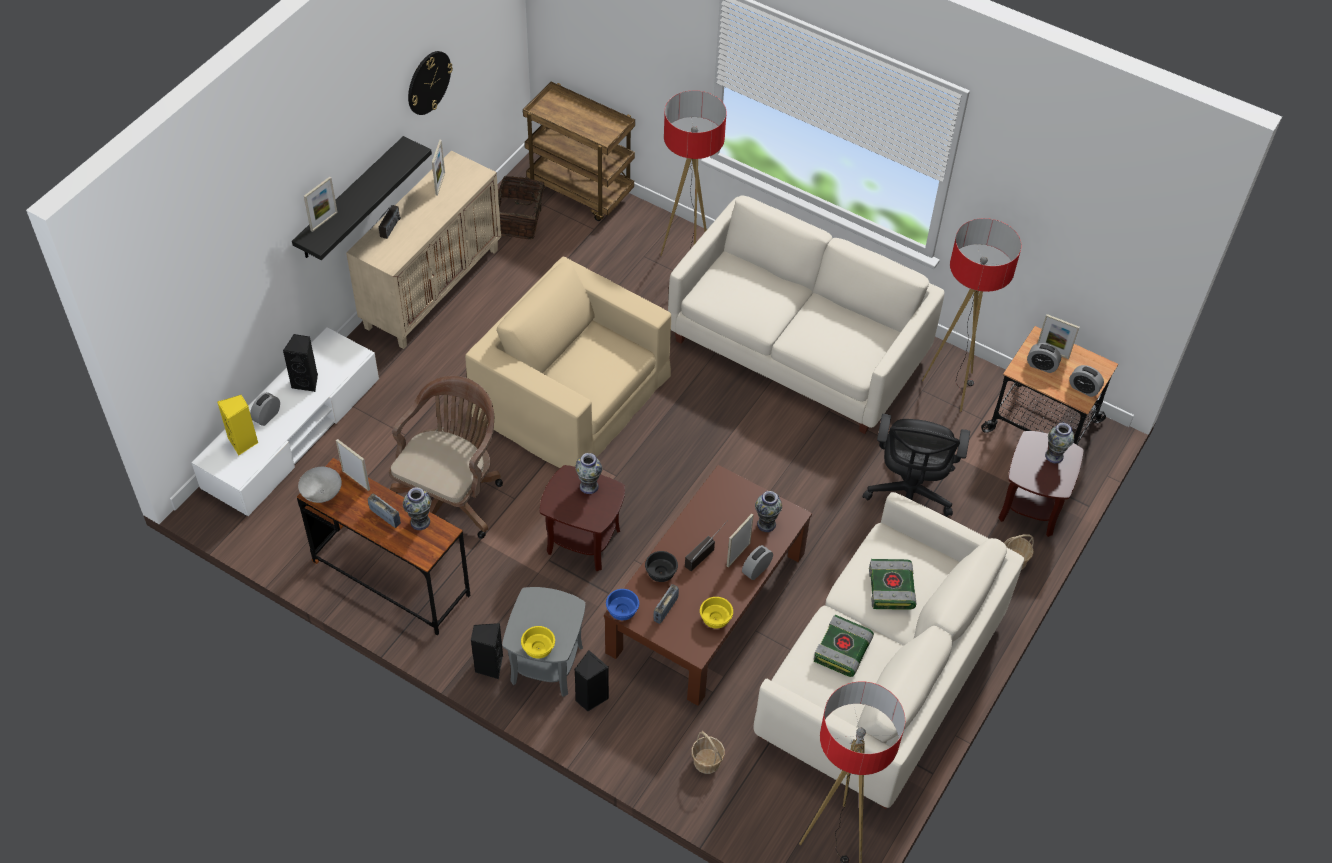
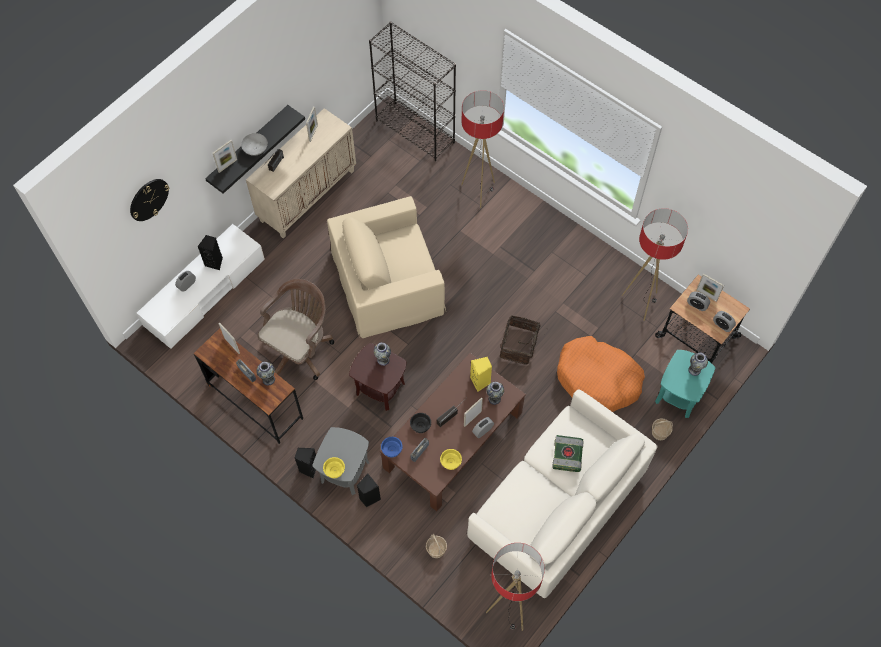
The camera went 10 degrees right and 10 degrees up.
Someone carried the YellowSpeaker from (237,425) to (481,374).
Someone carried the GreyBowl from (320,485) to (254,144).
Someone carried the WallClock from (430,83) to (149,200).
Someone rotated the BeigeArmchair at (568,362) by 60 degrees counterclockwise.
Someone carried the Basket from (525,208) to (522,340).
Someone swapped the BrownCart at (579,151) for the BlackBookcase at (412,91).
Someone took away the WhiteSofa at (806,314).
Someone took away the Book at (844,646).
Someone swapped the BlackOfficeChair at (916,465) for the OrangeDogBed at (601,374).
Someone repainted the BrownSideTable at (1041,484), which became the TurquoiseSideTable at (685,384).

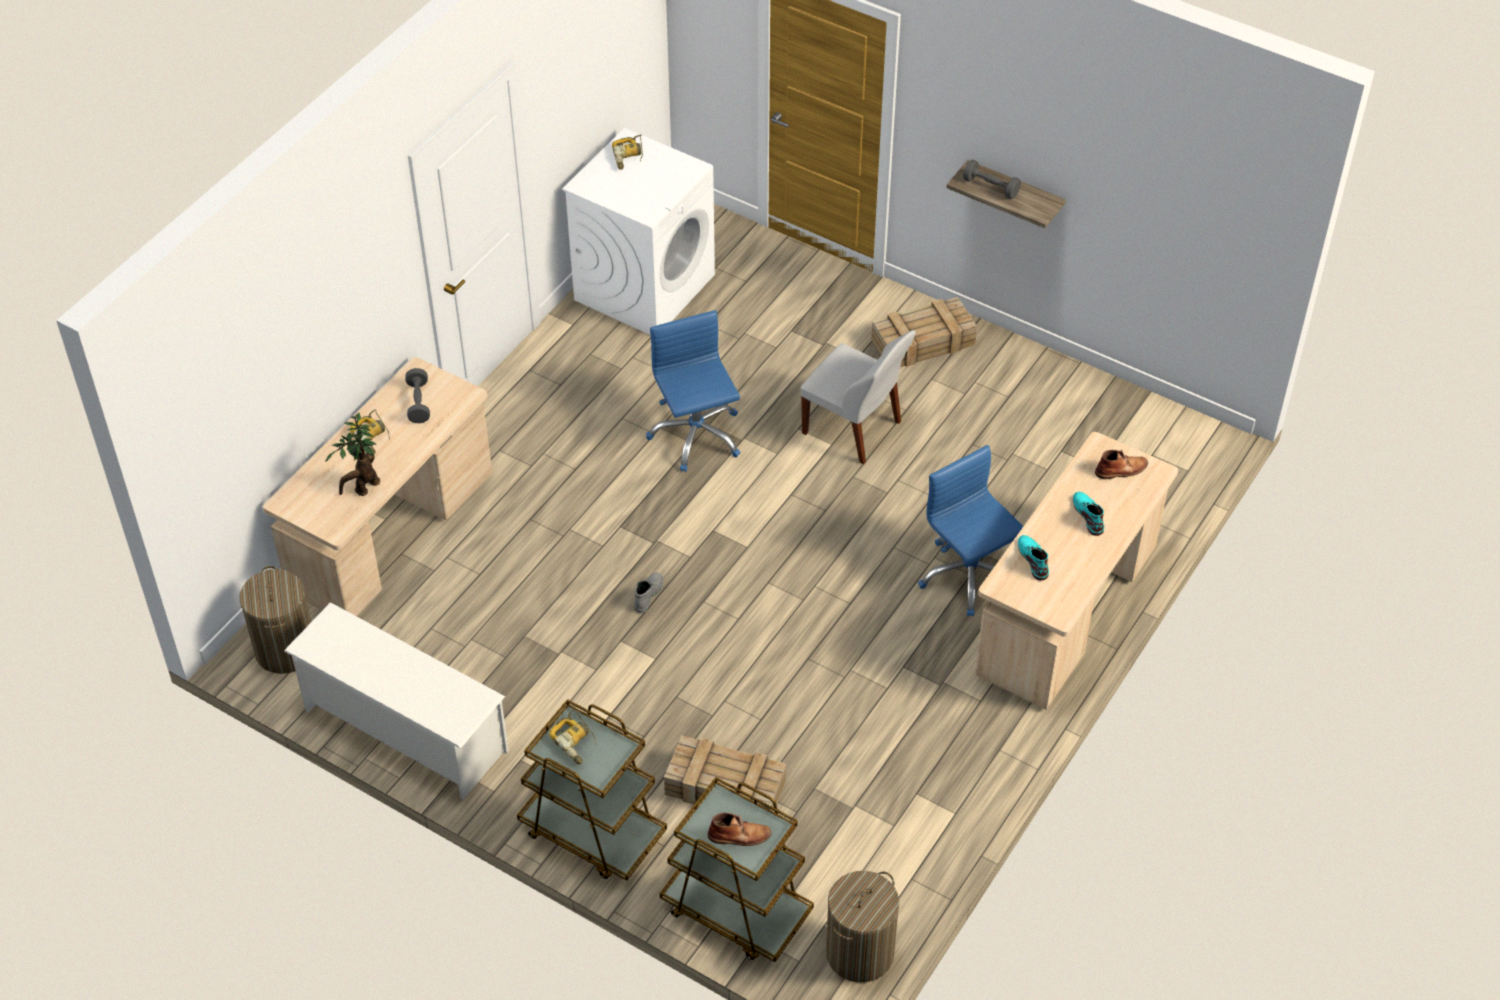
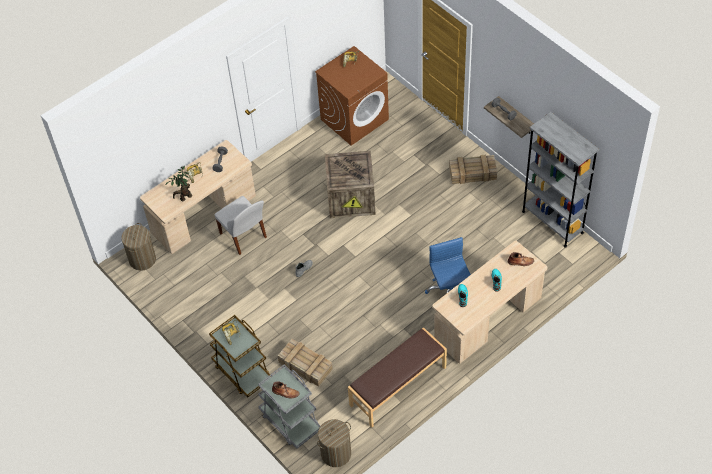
The camera went 20 degrees right and 5 degrees up.
Someone took away the WhiteShoeRack at (396,701).
Someone repainted the WhiteWashingMachine at (638,231), which became the BrownWashingMachine at (352,96).
Someone swapped the BlueOfficeChair at (693,391) for the Crate at (350,184).
Someone repainted the BrownCart at (737,869), which became the GreyCart at (289,406).
Someone carried the WhiteChair from (858,397) to (240,225).
Someone put down the BrownBench at (397,377).
Someone put down the GreyBookcase at (560,180).

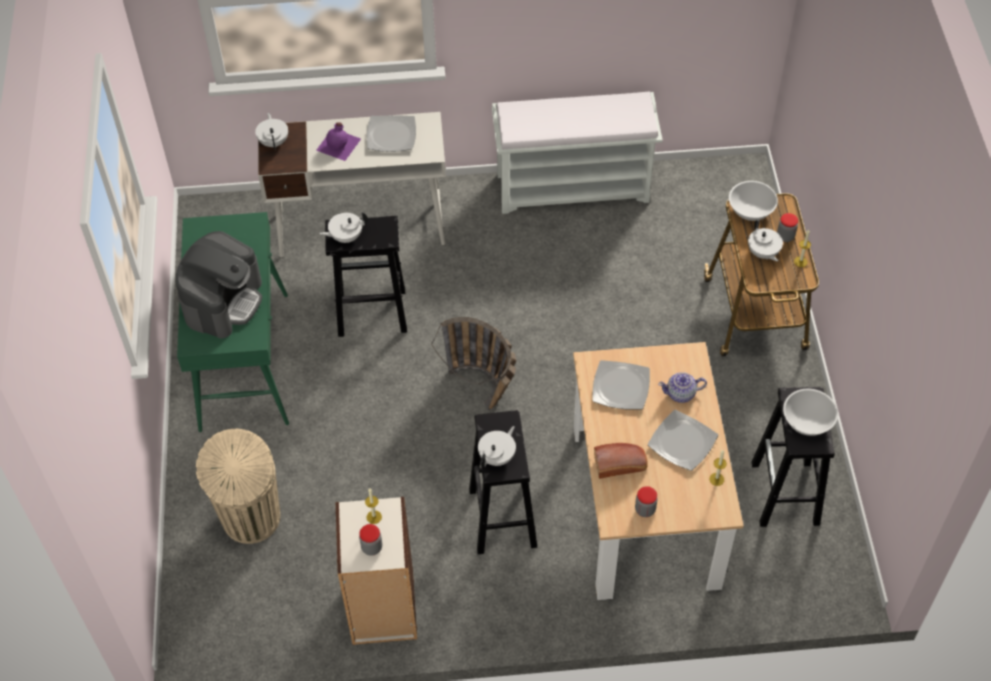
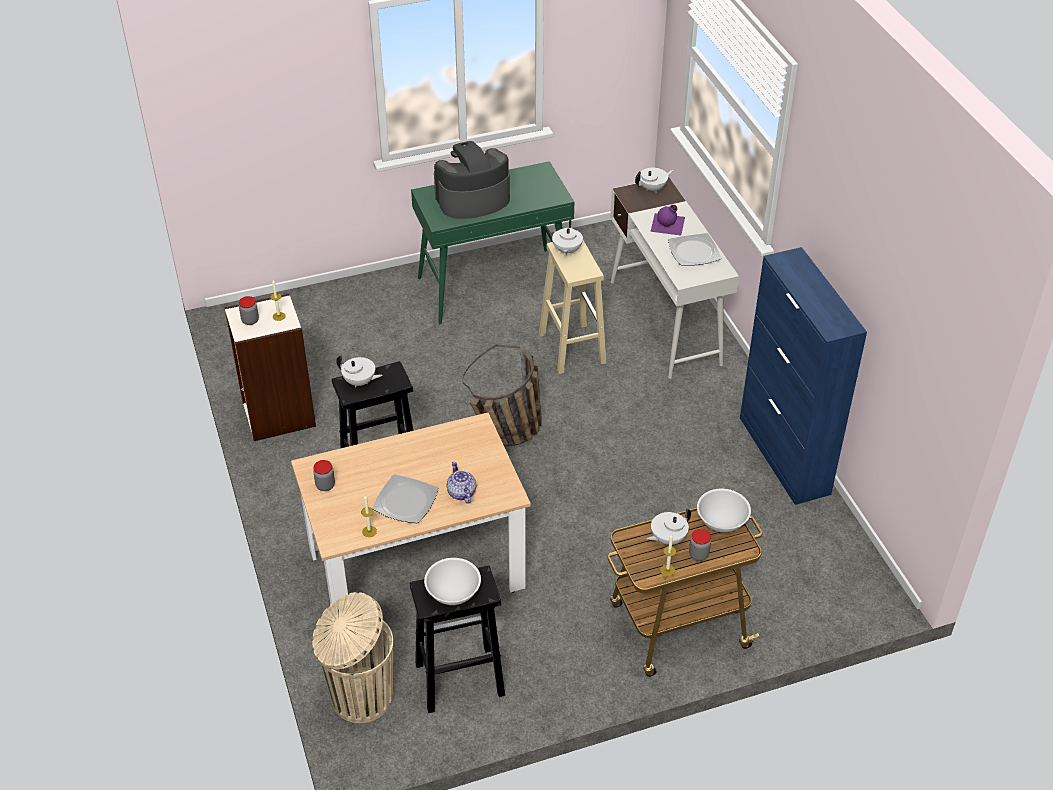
The camera went 75 degrees right and 10 degrees down.
Someone rotated the CoffeeMachine at (219,285) by 150 degrees clockwise.
Someone carried the BeigeTrashCan from (238,486) to (352,657).
Someone rotated the WhiteTeapot at (343,227) by 135 degrees counterclockwise.
Someone repainted the BlackStool at (366,276), which became the BeigeStool at (572,307).
Someone swapped the WhiteBench at (577,153) for the BlueCabinet at (803,376).
Someone took away the Plate at (621,385).
Someone took away the Bread at (621,461).

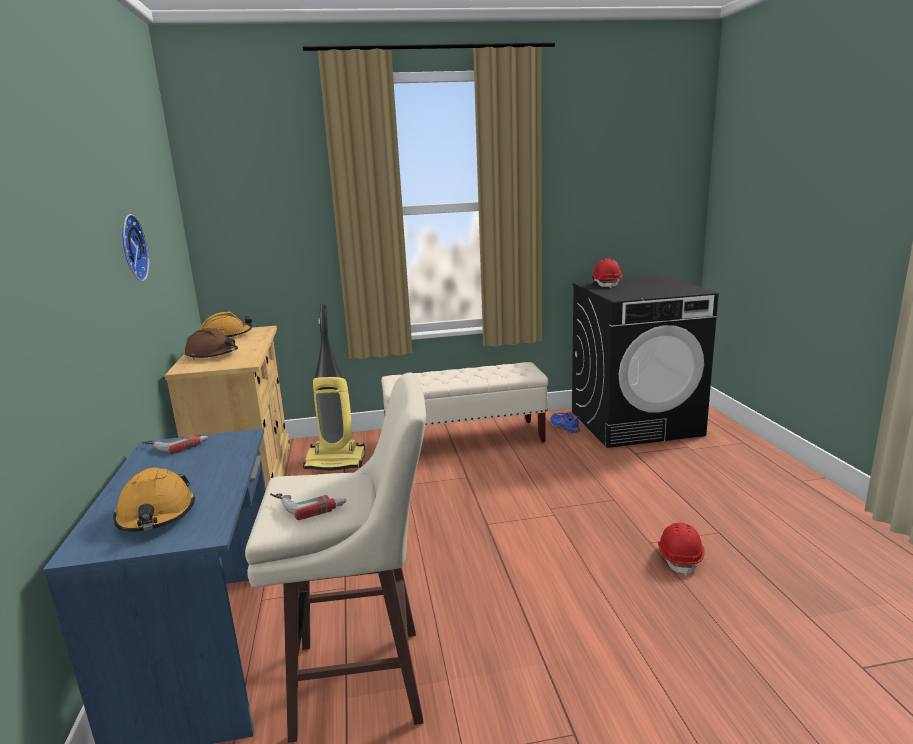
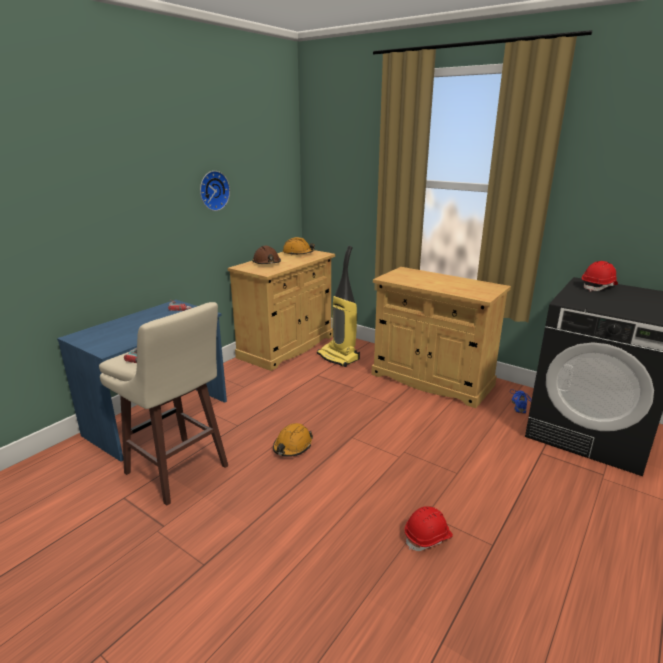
The camera went 45 degrees right and 5 degrees up.
Someone carried the OrangeHardHat from (154,500) to (293,440).
Someone swapped the BeigeBench at (464,402) for the BeigeCabinet at (441,337).

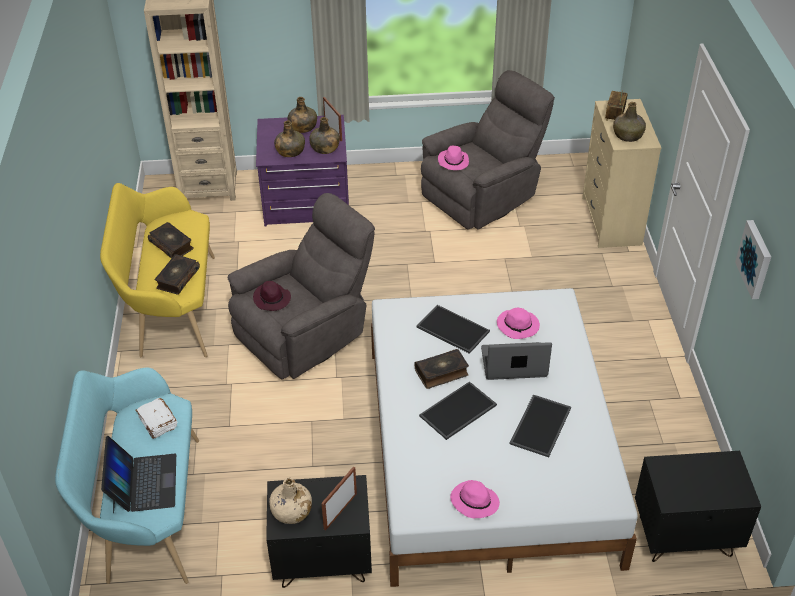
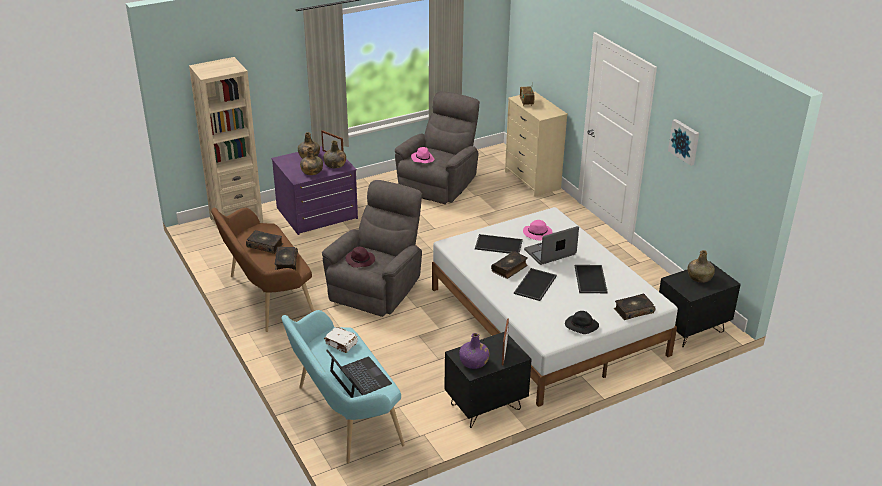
The camera went 25 degrees left and 10 degrees down.
Someone repainted the YellowBench at (157,270), which became the BrownBench at (262,270).
Someone repainted the BeigeBottle at (290,500), which became the PurpleBottle at (474,351).
Someone repainted the PinkHat at (475,499), which became the BlackHat at (582,322).
Someone carried the GreenBottle from (629,122) to (701,266).
Someone put down the Book at (634,306).

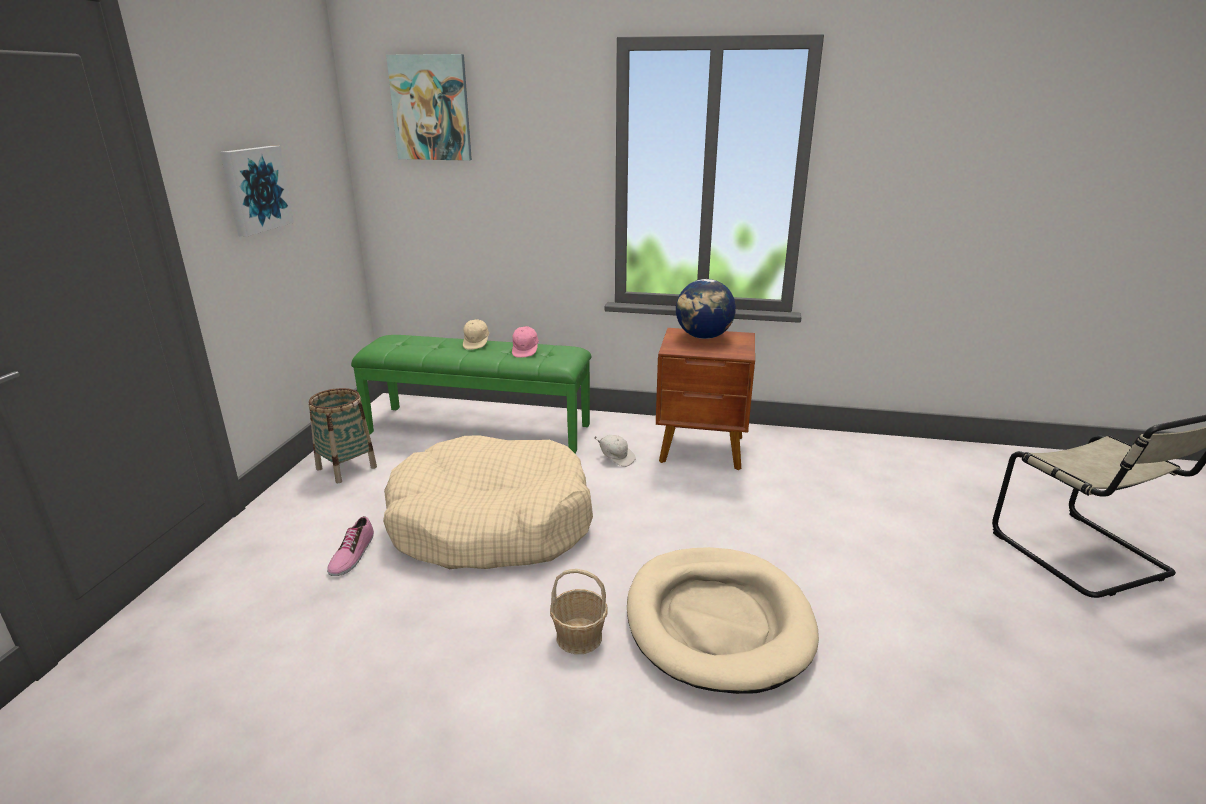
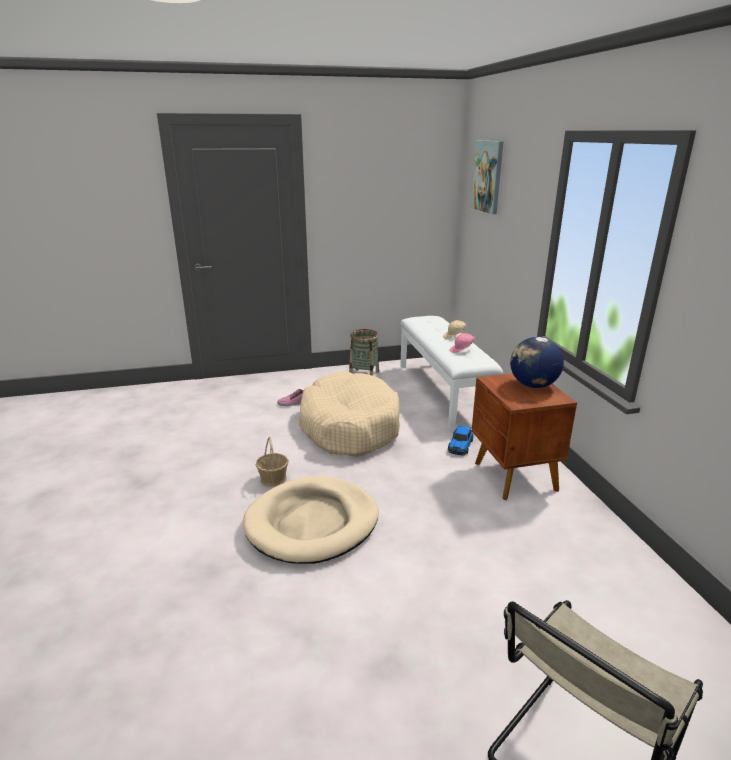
The camera went 65 degrees right and 0 degrees up.
Someone took away the Picture at (257,191).
Someone repainted the GreenBench at (471,394), which became the WhiteBench at (451,373).
Someone swapped the WhiteCap at (615,451) for the ToyCar at (461,440).

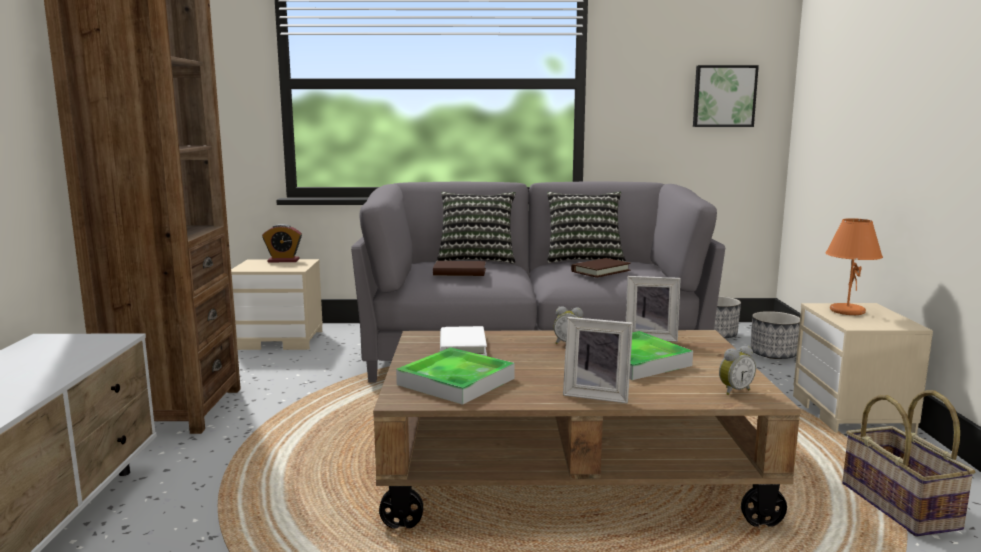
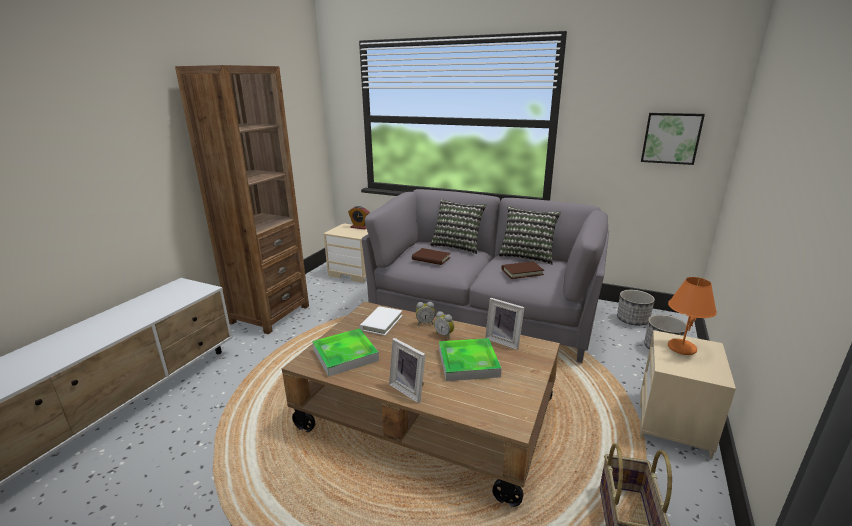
The camera went 25 degrees right and 10 degrees up.
Someone carried the AlarmClock from (737,370) to (425,313).

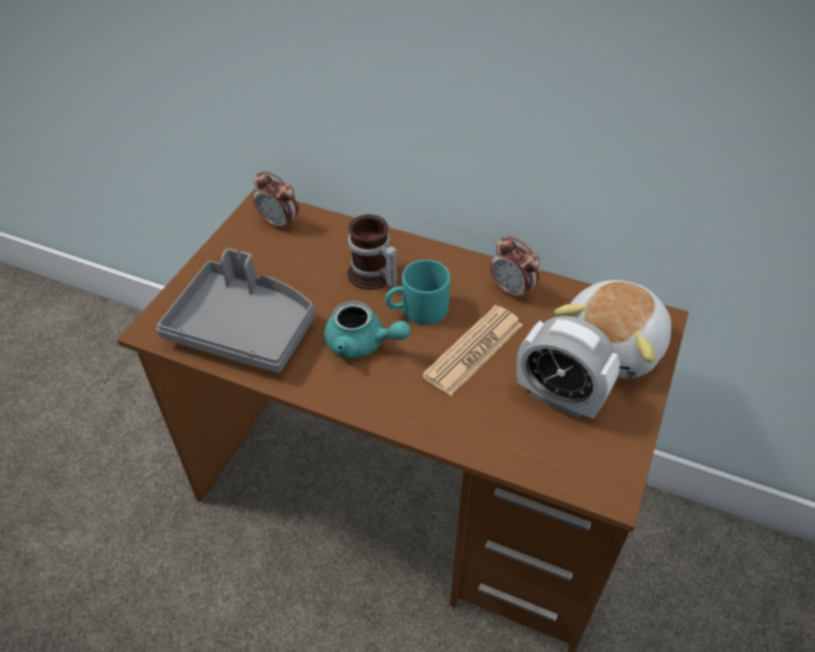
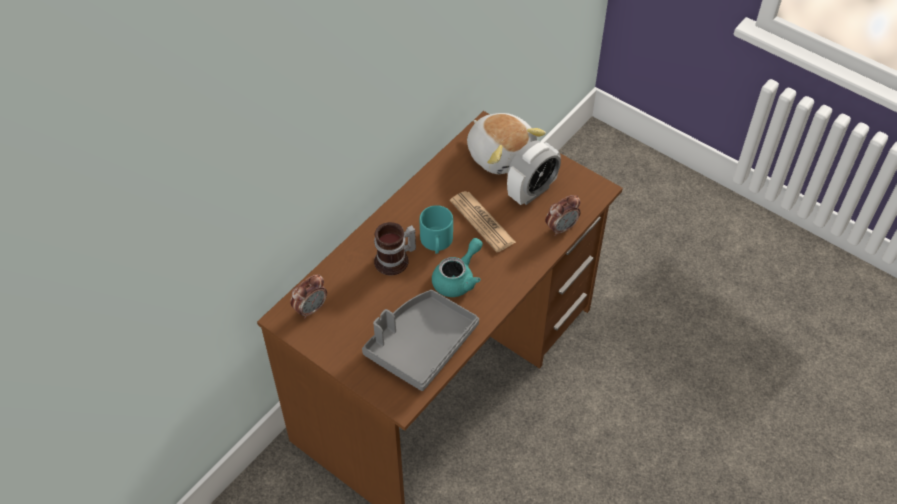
The camera went 75 degrees left and 5 degrees up.
Someone carried the AlarmClock from (515,268) to (562,215).

